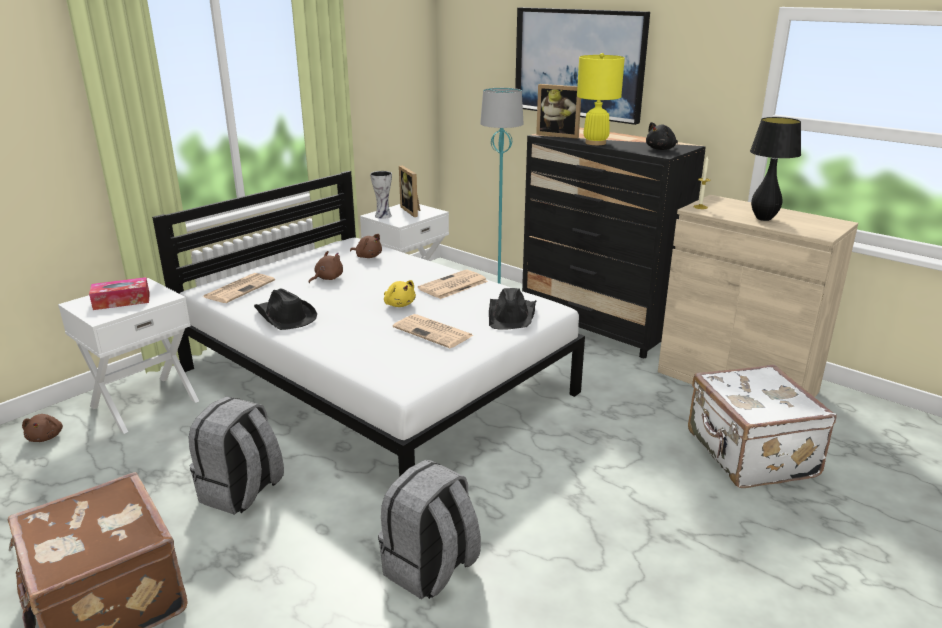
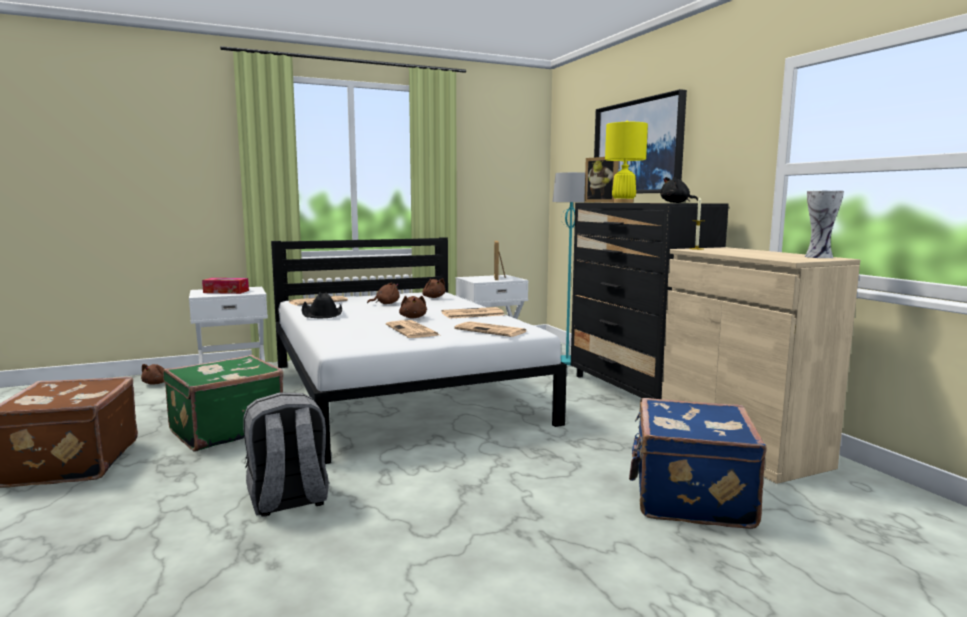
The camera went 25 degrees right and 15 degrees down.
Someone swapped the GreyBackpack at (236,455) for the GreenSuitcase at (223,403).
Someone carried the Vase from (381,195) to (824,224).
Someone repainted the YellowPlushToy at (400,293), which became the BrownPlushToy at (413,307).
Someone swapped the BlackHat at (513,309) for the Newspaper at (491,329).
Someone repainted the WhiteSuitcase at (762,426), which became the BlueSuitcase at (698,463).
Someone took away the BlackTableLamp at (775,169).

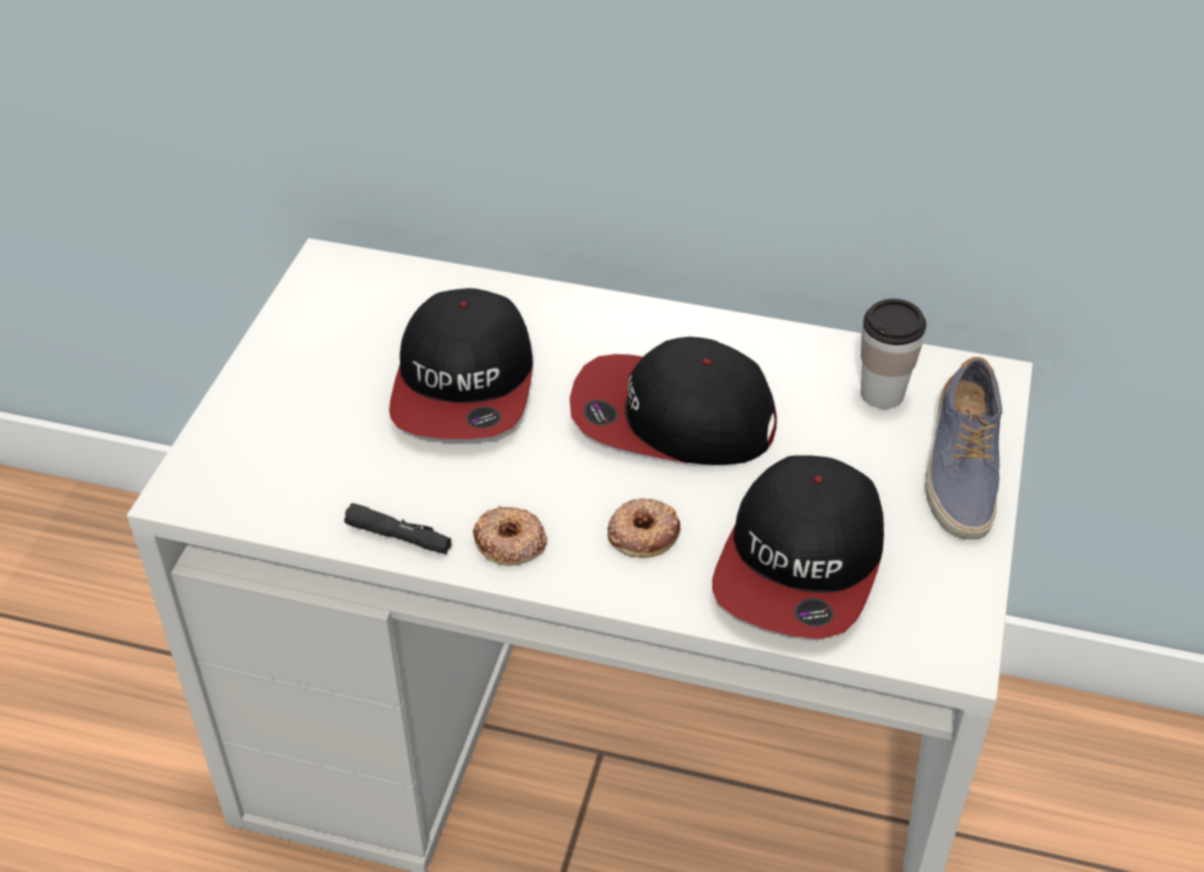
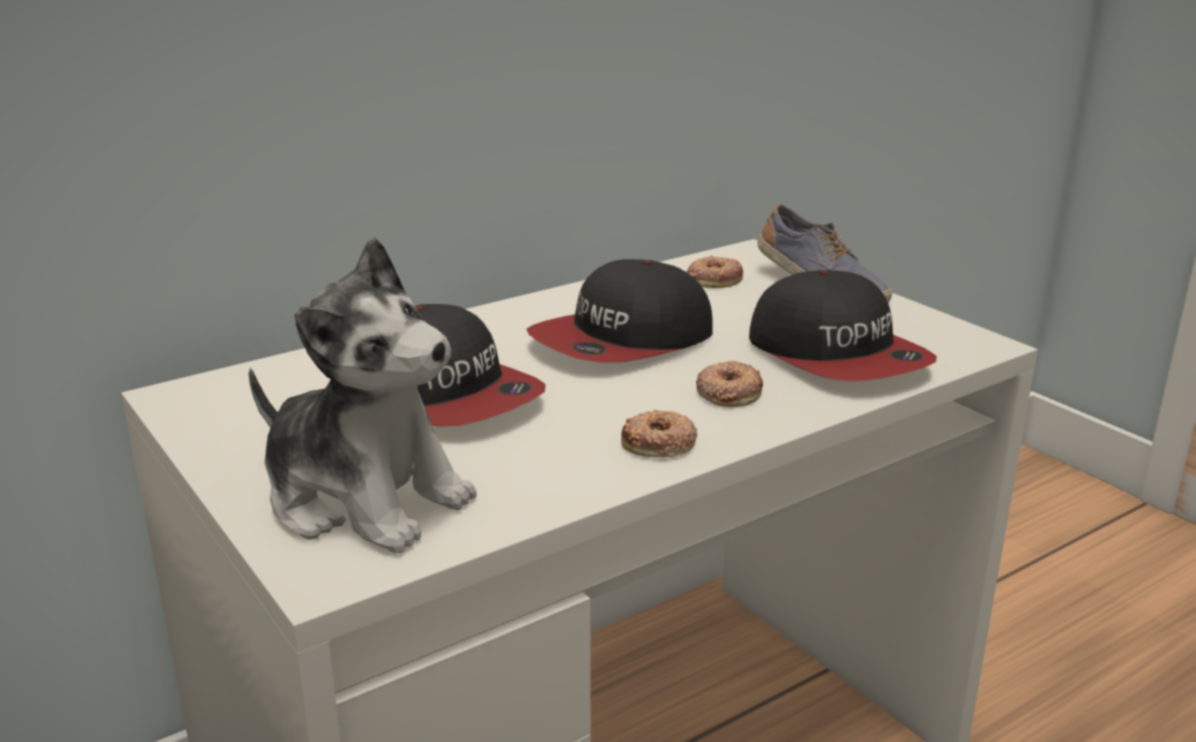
The camera went 50 degrees left and 20 degrees down.
Someone took away the BlackFlashlight at (398,528).
Someone swapped the Cup at (893,354) for the Donut at (714,271).
Someone put down the PlushToy at (362,395).

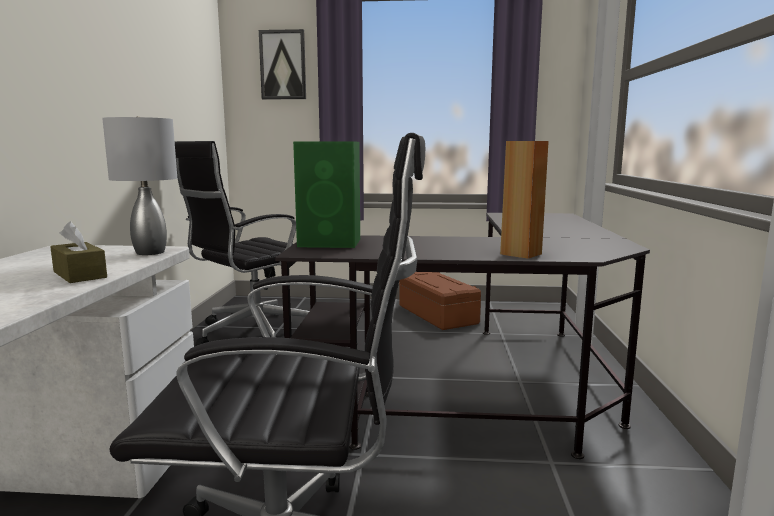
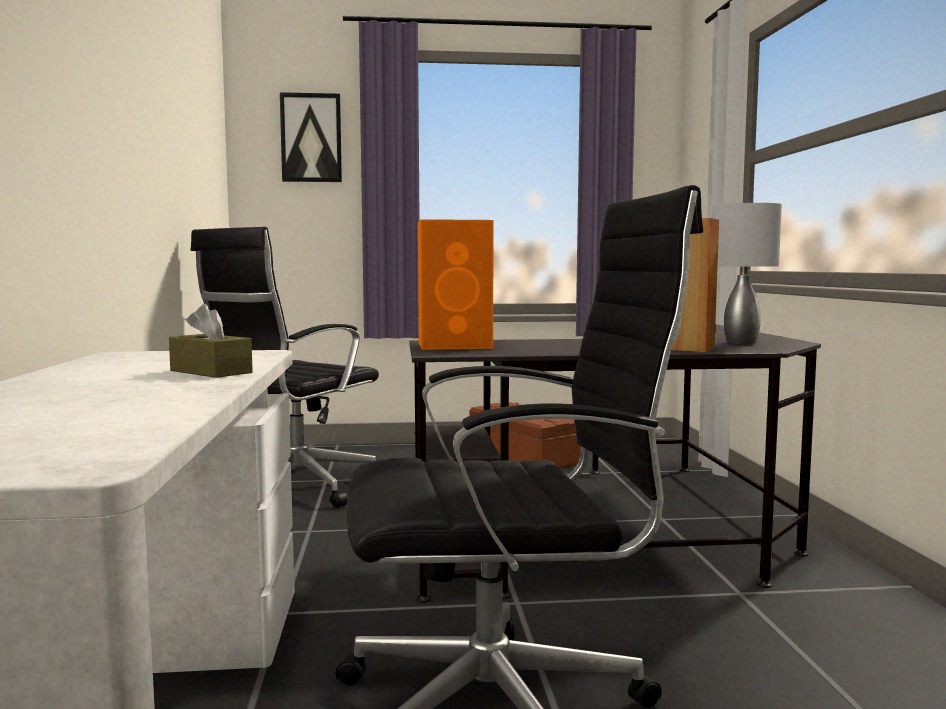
The camera went 10 degrees left and 5 degrees down.
Someone carried the GreyTableLamp from (139,185) to (747,274).
Someone repainted the GreenSpeaker at (326,194), which became the OrangeSpeaker at (456,284).

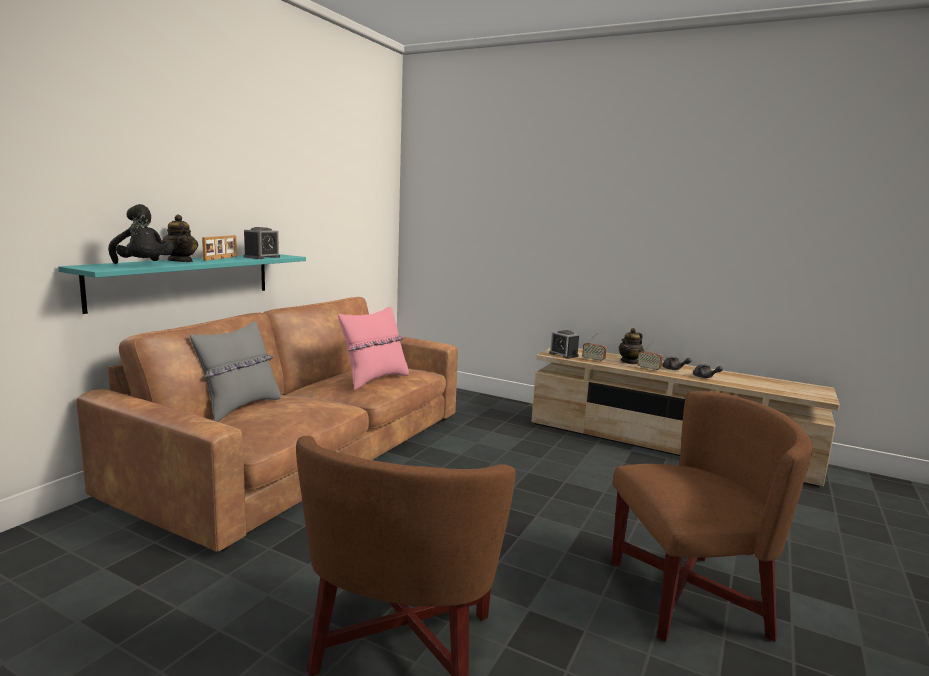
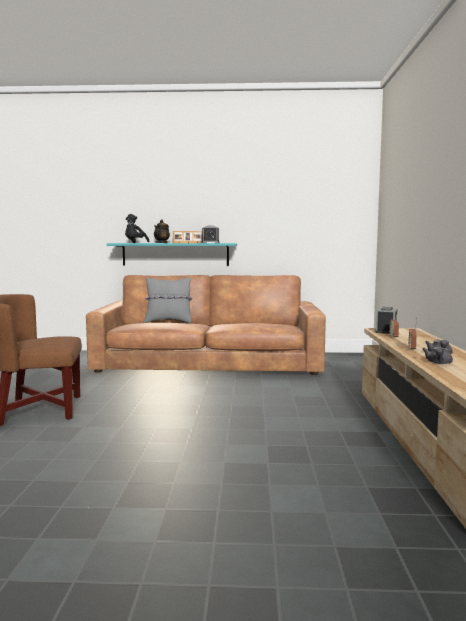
The camera went 65 degrees right and 5 degrees down.
Someone took away the PinkPillow at (373,348).
Someone took away the BrownArmchair at (711,516).
Someone took away the Teapot at (631,346).

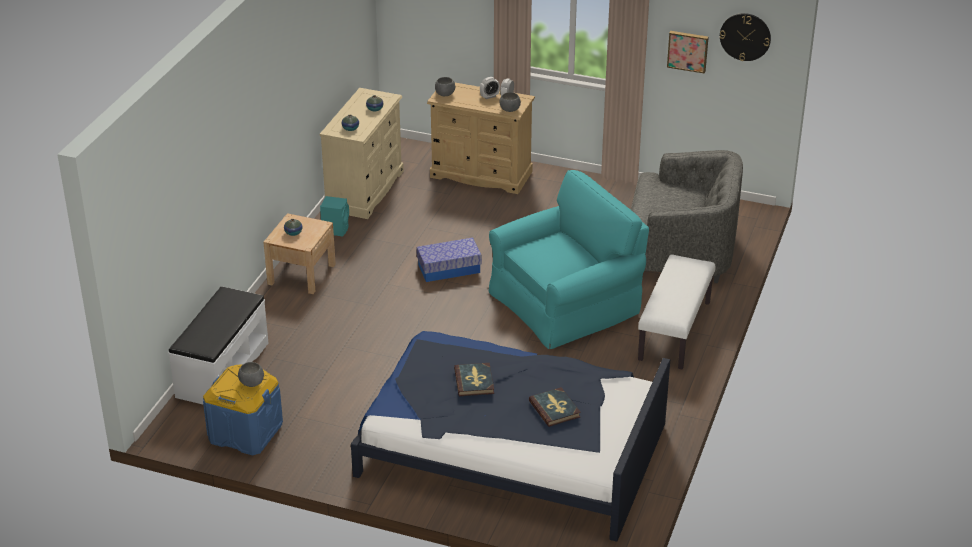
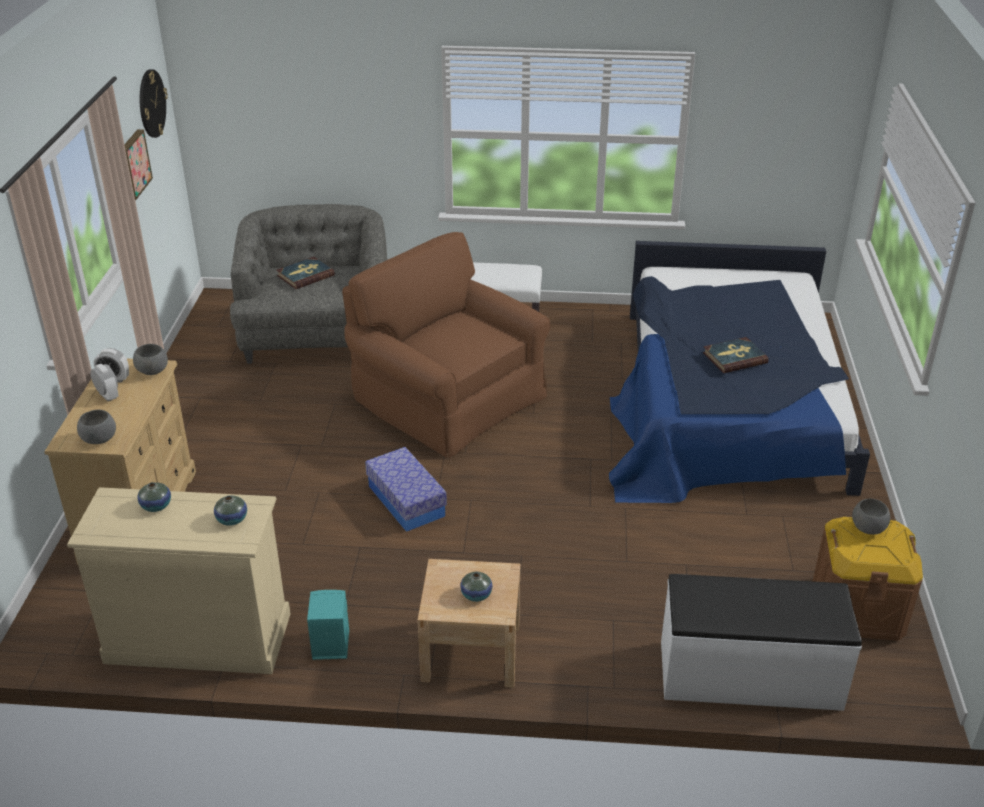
The camera went 105 degrees left and 0 degrees up.
Someone repainted the BlueStorageBox at (243,409), which became the BrownStorageBox at (868,579).
Someone repainted the TurquoiseArmchair at (569,259), which became the BrownArmchair at (446,345).
Someone carried the Book from (555,407) to (305,273).

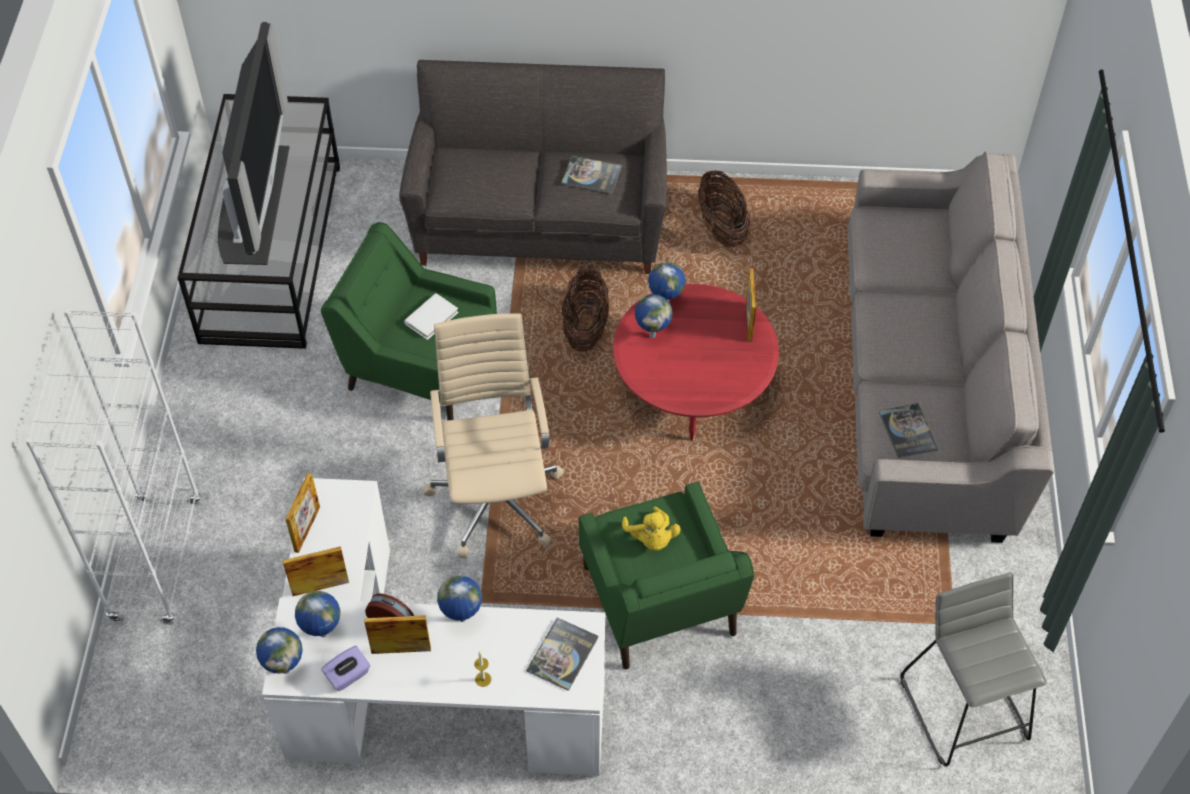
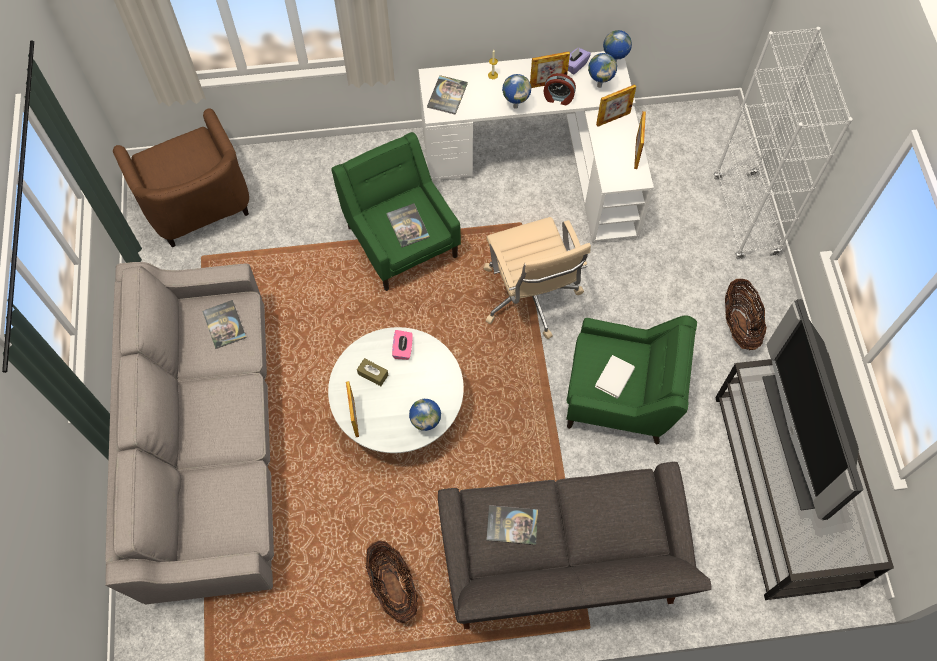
The camera went 170 degrees right and 10 degrees up.
Someone carried the Basket from (585,310) to (746,314).
Someone repainted the RedCoffeeTable at (696,362), which became the WhiteCoffeeTable at (396,390).
Someone swapped the YellowPlushToy at (651,529) for the Book at (408,225).
Someone took away the Globe at (654,316).
Someone swapped the GreyStool at (973,669) for the BrownArmchair at (181,178).
Someone put down the BrownTissueBox at (372,372).
Someone put down the PinkTissueBox at (402,345).

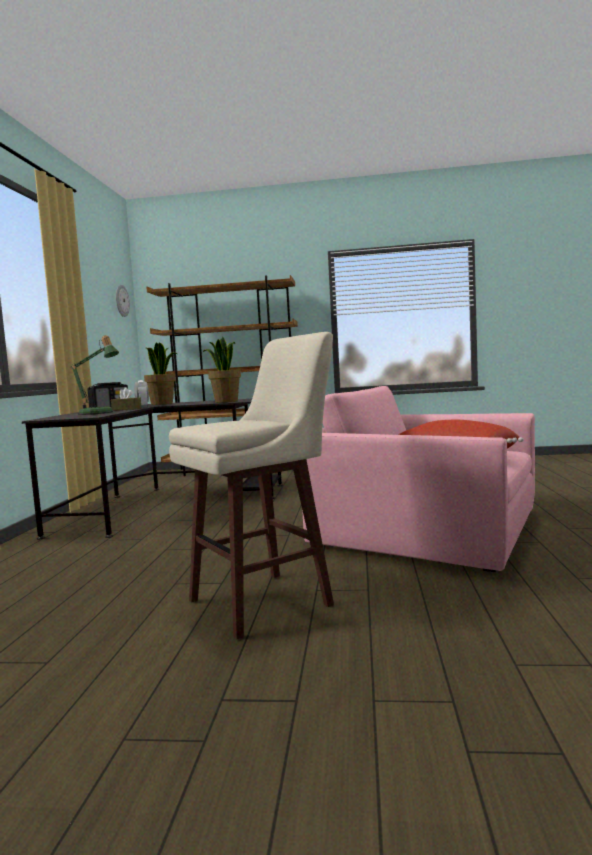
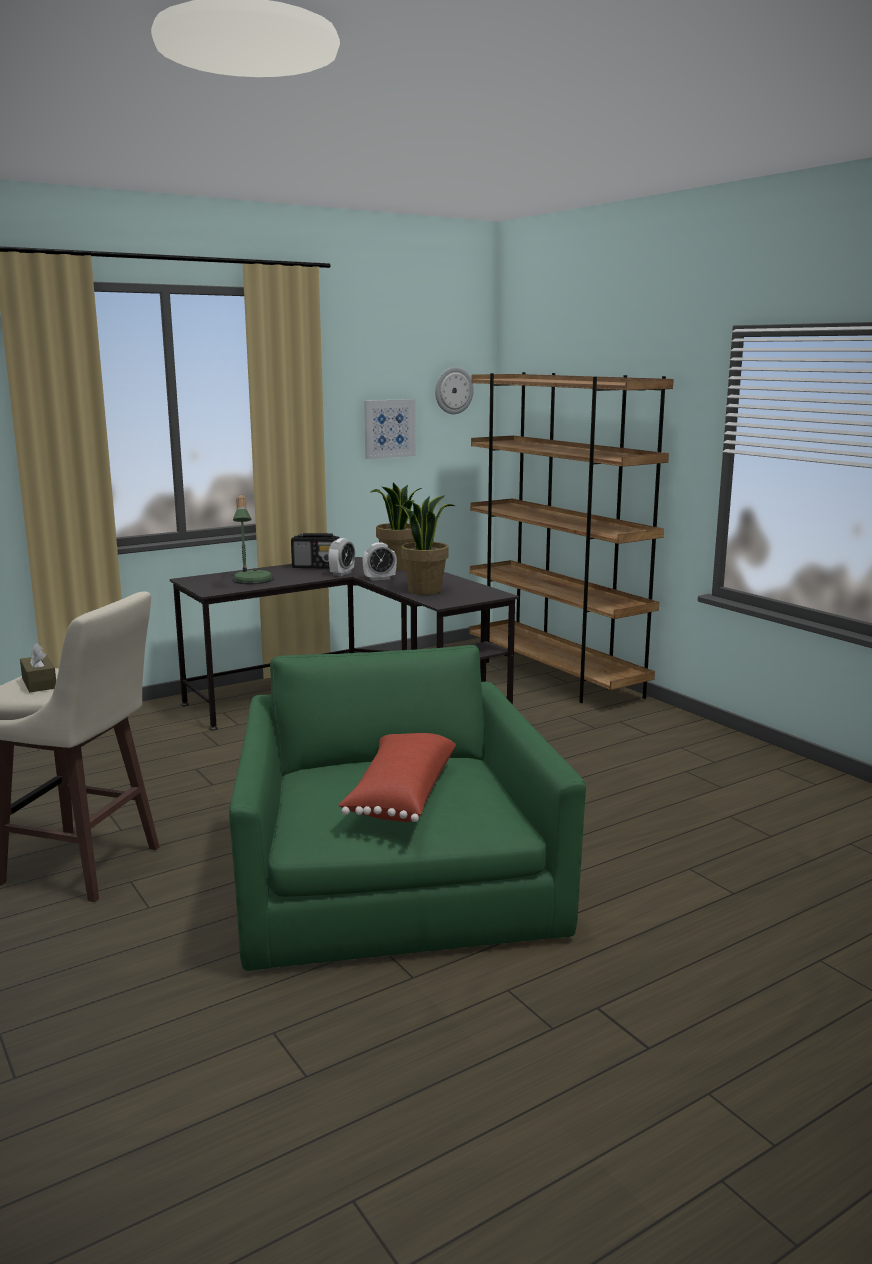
The camera went 50 degrees right and 10 degrees up.
Someone carried the BrownTissueBox from (126,399) to (38,667).
Someone repainted the PinkArmchair at (418,479), which became the GreenArmchair at (407,808).
Someone put down the AlarmClock at (380,562).
Someone put up the Picture at (390,429).

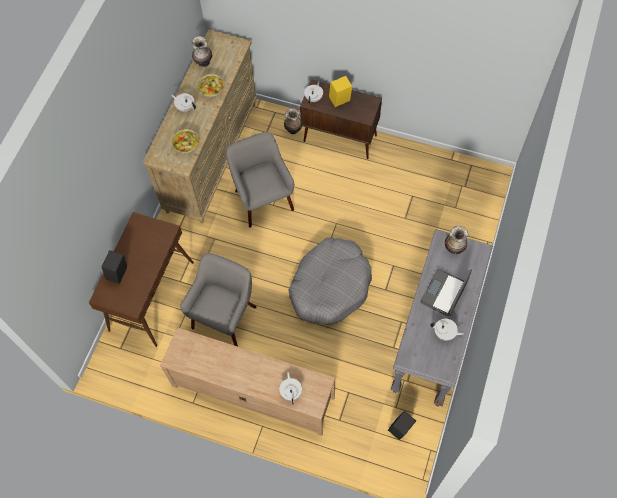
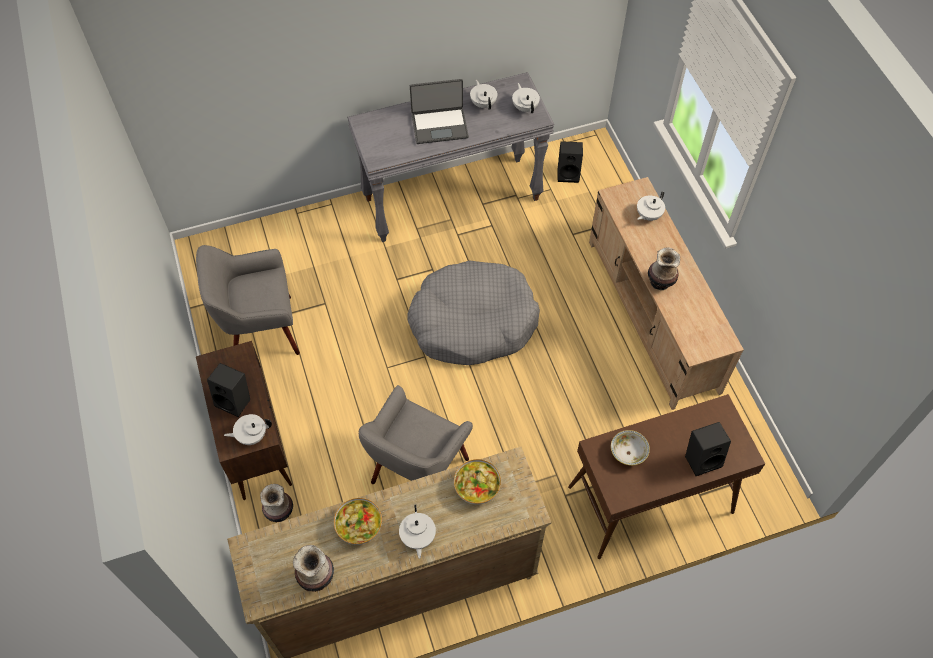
The camera went 130 degrees left and 5 degrees down.
Someone carried the GreyArmchair from (218,299) to (248,300).
Someone repainted the YellowSpeaker at (340,91), which became the BlackSpeaker at (228,390).
Someone carried the Vase from (456,240) to (664,269).
Someone put down the WhiteTeapot at (526,98).
Someone put down the Bowl at (630,448).

